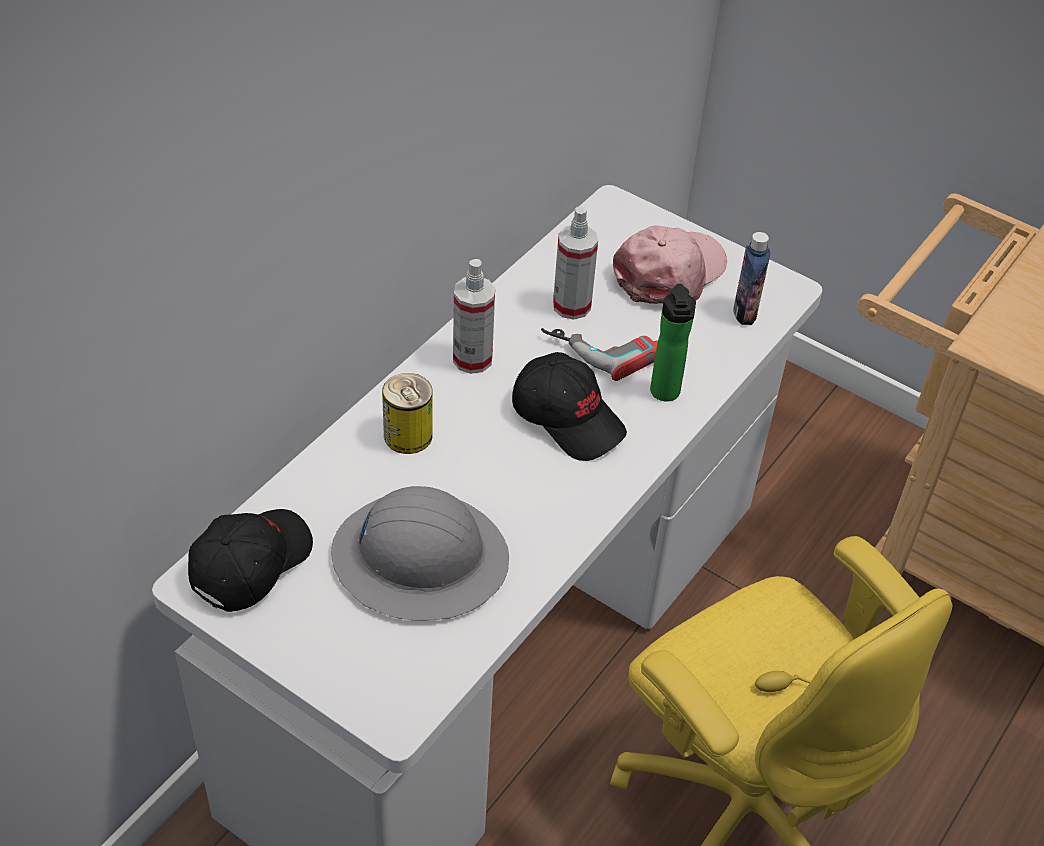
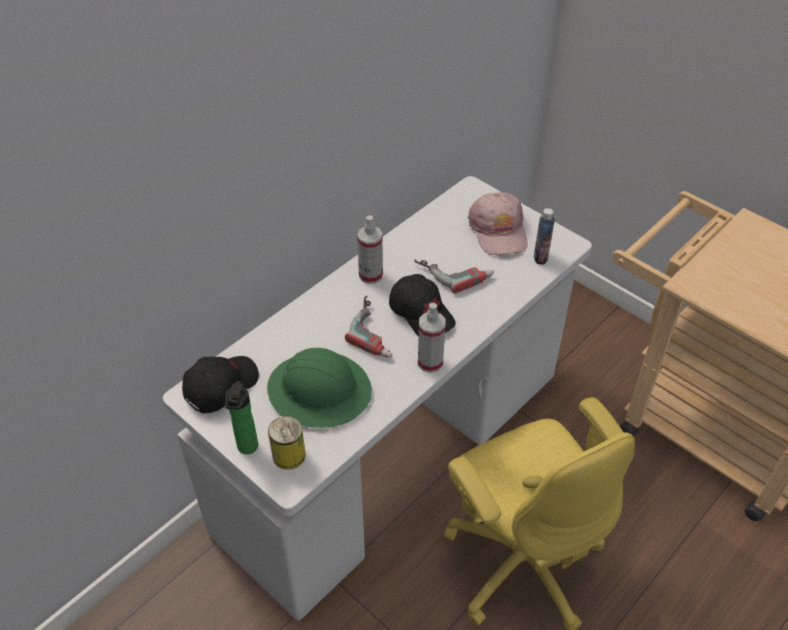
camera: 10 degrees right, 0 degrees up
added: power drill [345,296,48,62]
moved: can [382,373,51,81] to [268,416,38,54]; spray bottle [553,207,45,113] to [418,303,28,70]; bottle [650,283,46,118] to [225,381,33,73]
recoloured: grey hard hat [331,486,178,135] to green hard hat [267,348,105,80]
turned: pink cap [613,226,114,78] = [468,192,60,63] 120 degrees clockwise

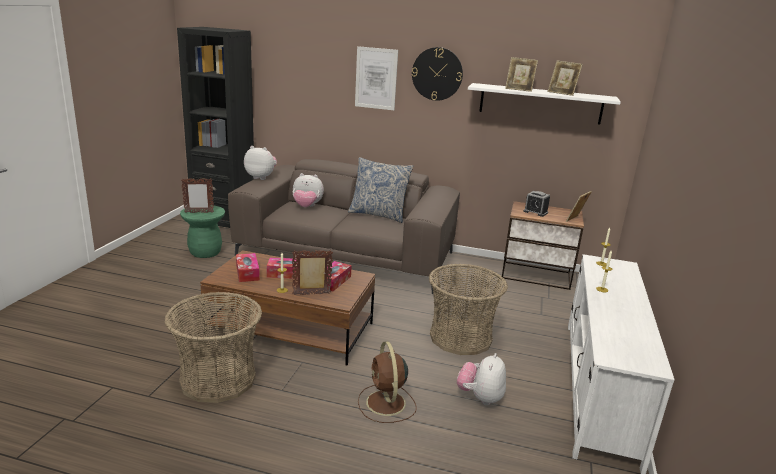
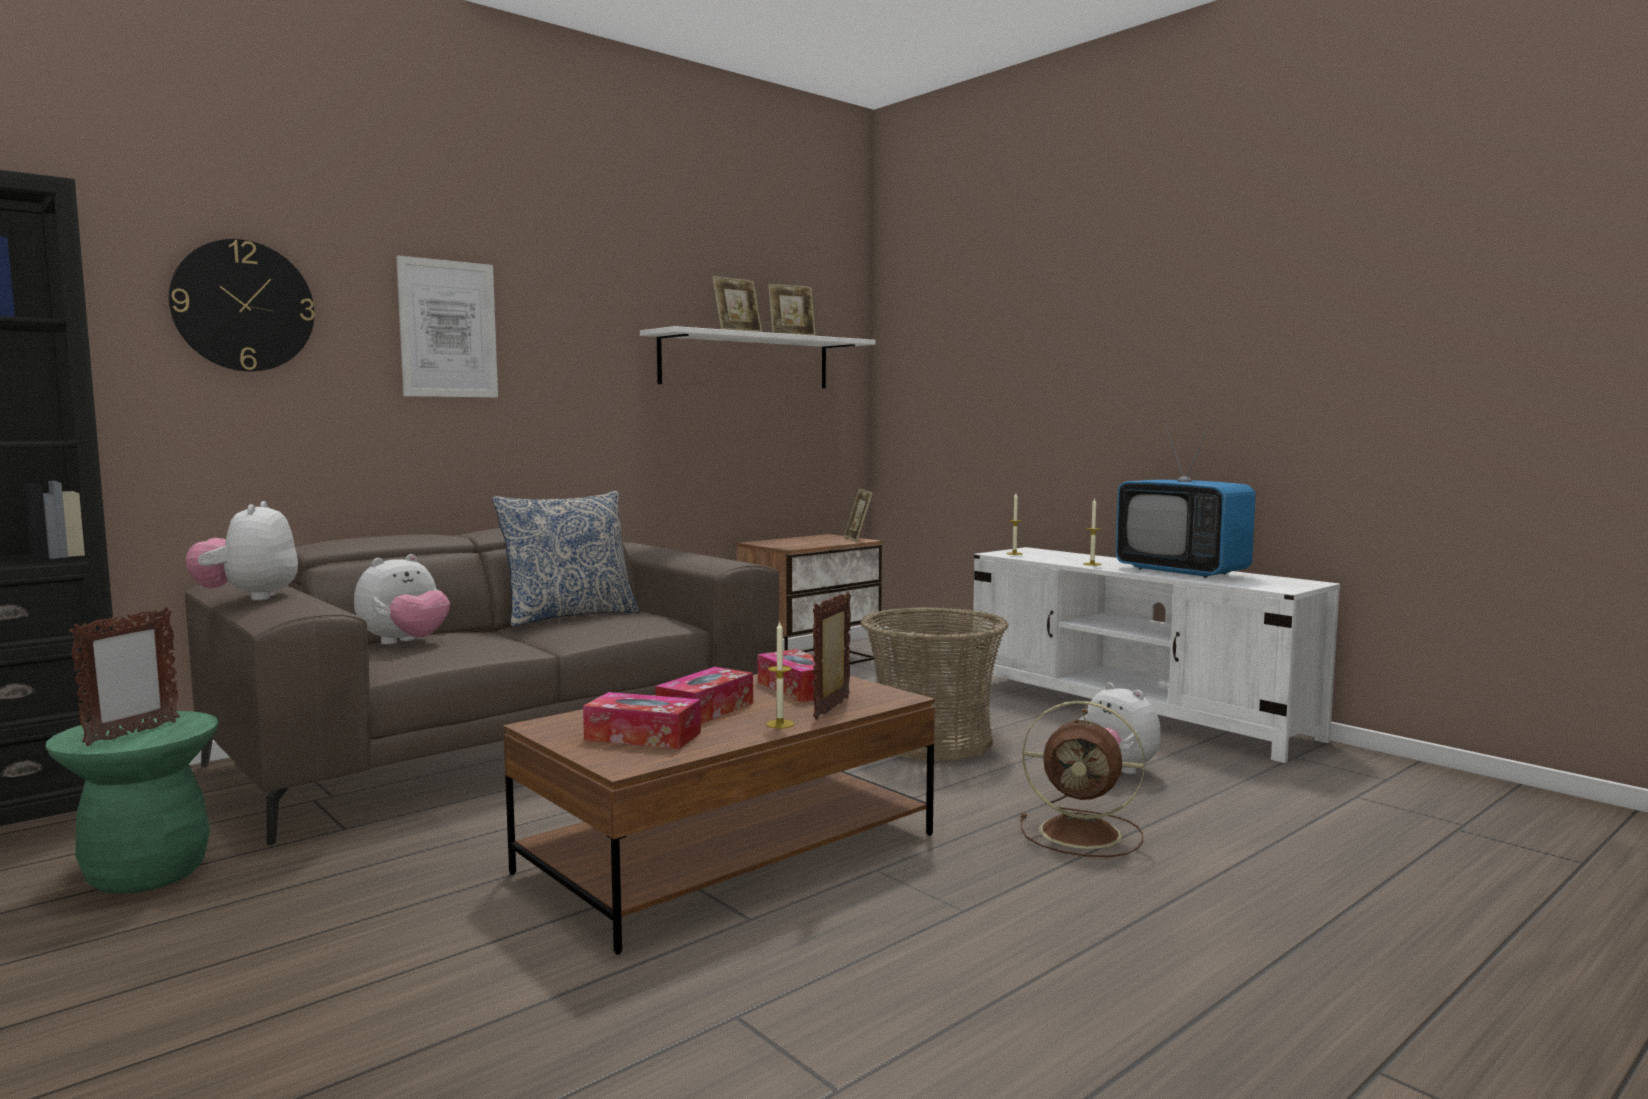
camera: 55 degrees left, 15 degrees down
removed: basket [165,292,97,111]; alarm clock [523,191,27,26]
added: television [1116,421,140,157]
moved: wall clock [412,47,51,54] to [169,239,146,133]
turned: plush toy [244,146,33,34] = [186,501,112,100] 60 degrees counterclockwise

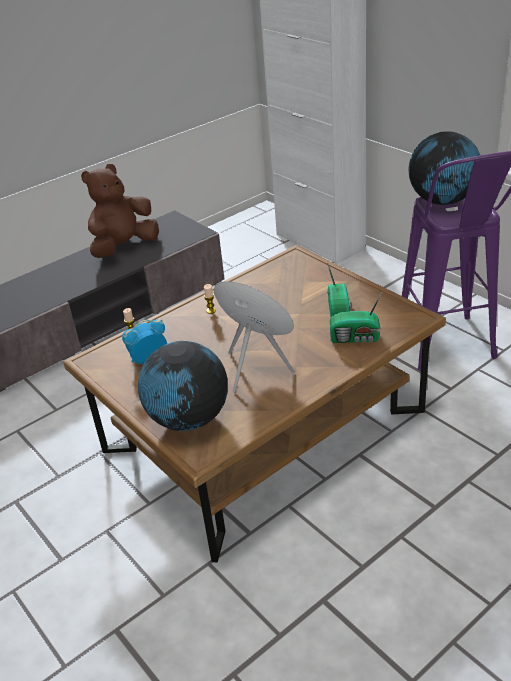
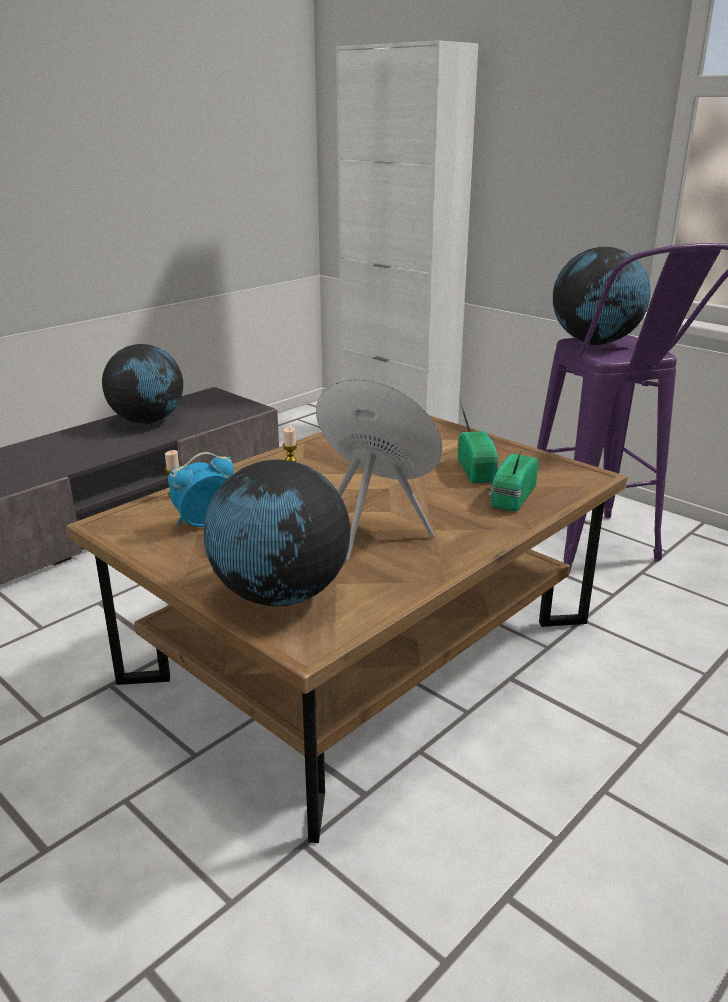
camera: 10 degrees left, 10 degrees down
replaced: brown plush toy [81,164,78,94] to globe [102,344,81,80]
turned: radio [330,292,52,51] = [488,450,50,62] 120 degrees clockwise

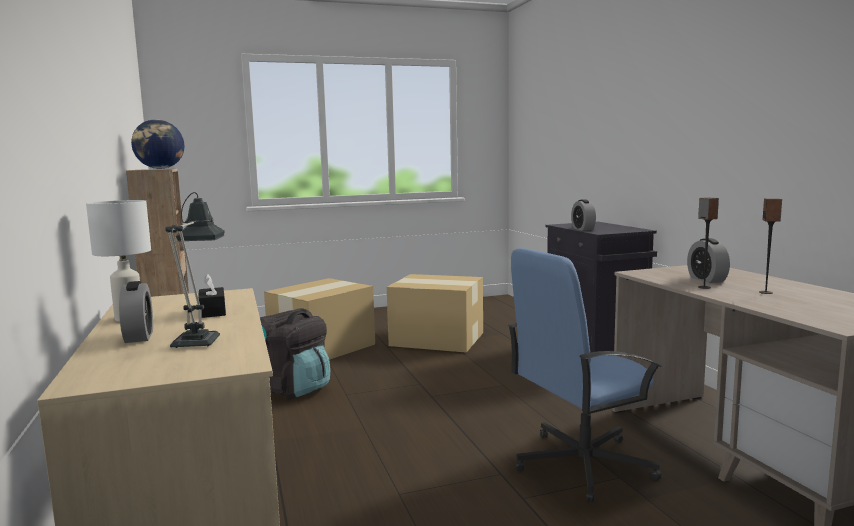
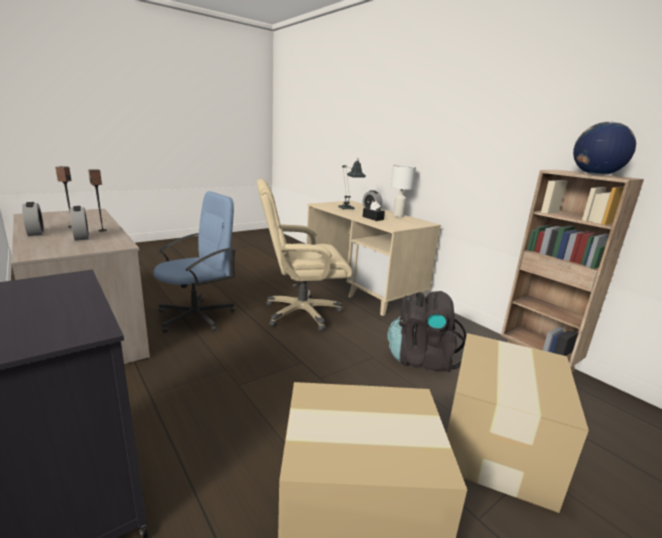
camera: 160 degrees right, 10 degrees up
added: beige office chair [257,179,95,152]
moved: alarm clock [571,199,25,32] to [22,202,22,34]

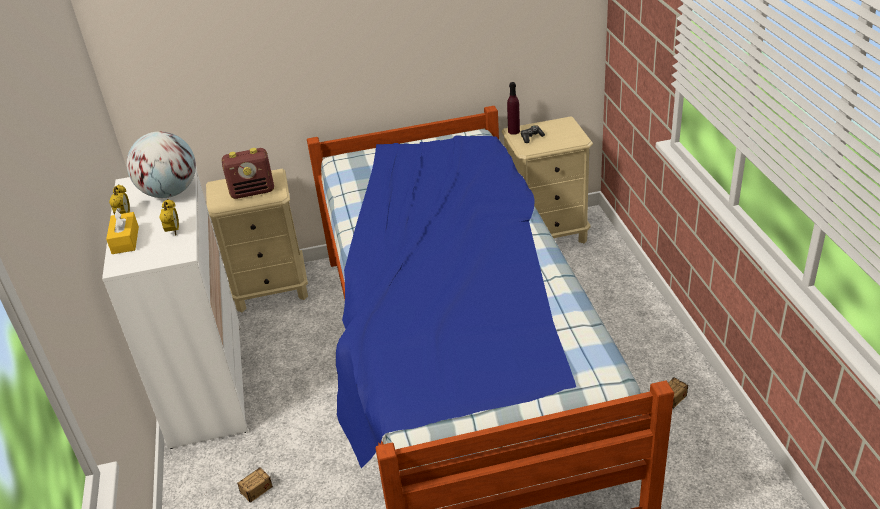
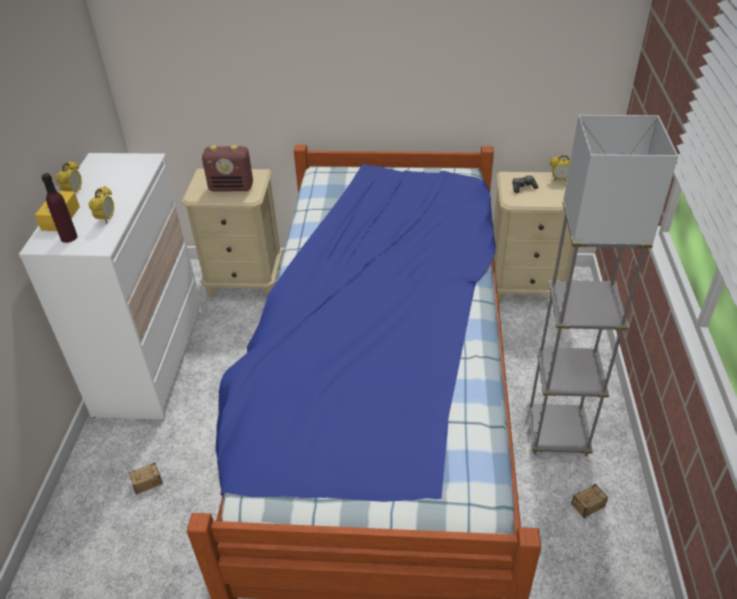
camera: 15 degrees right, 5 degrees up
removed: globe [127,131,69,67]
added: grey floor lamp [527,115,151,342]; alarm clock [550,155,21,27]
moved: purple bottle [507,82,13,53] to [42,173,36,70]

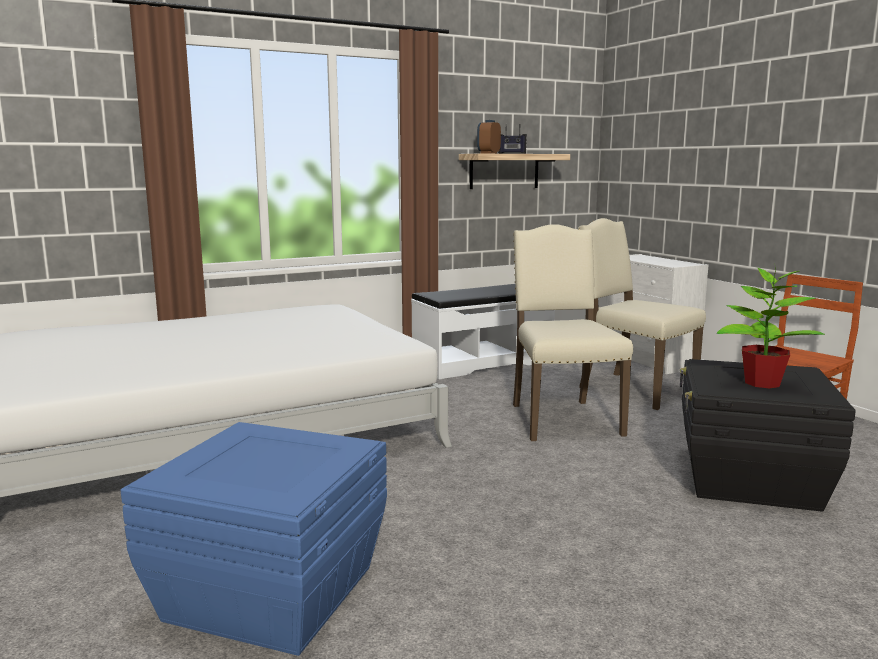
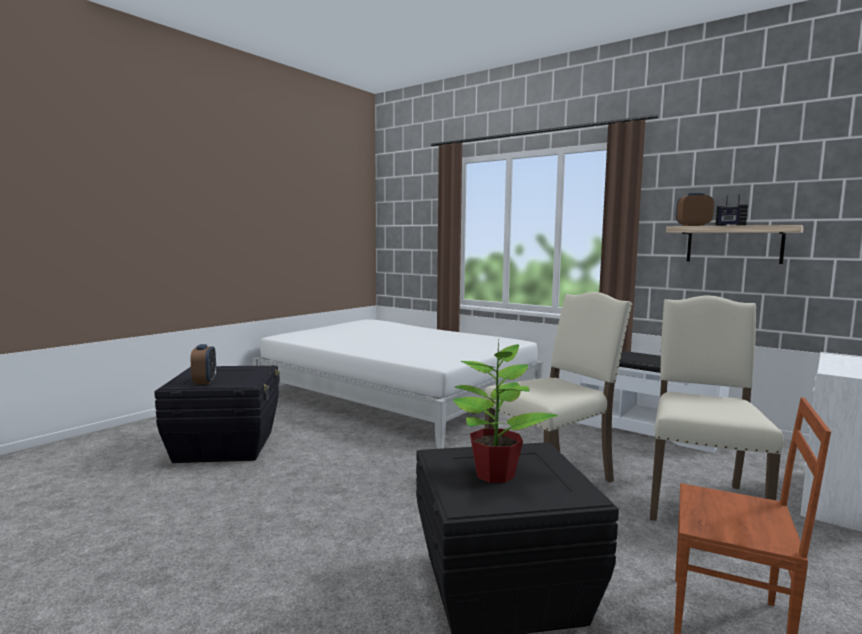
camera: 65 degrees right, 5 degrees down
added: alarm clock [191,344,25,41]
recoloured: blue storage box [121,422,266,234] to black storage box [154,365,126,98]

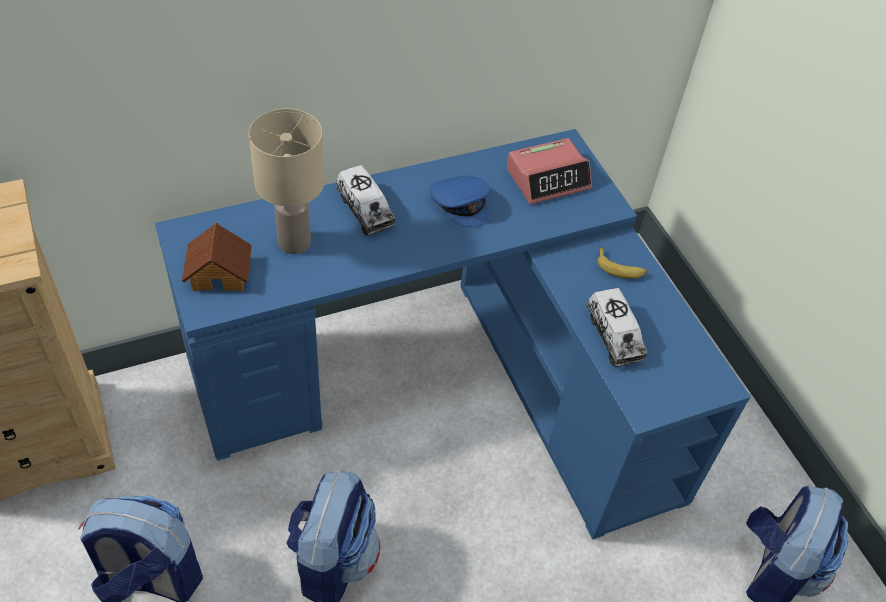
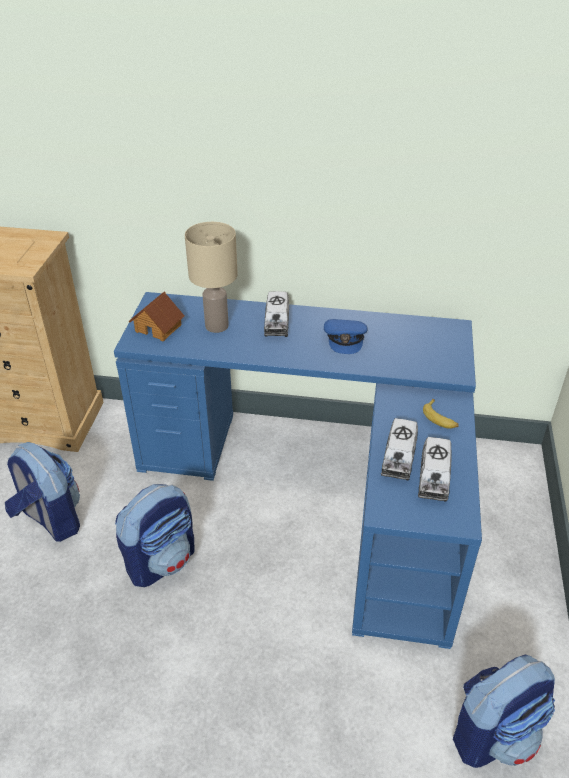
camera: 35 degrees right, 10 degrees down
removed: alarm clock [507,138,85,66]
added: toy truck [418,437,33,64]

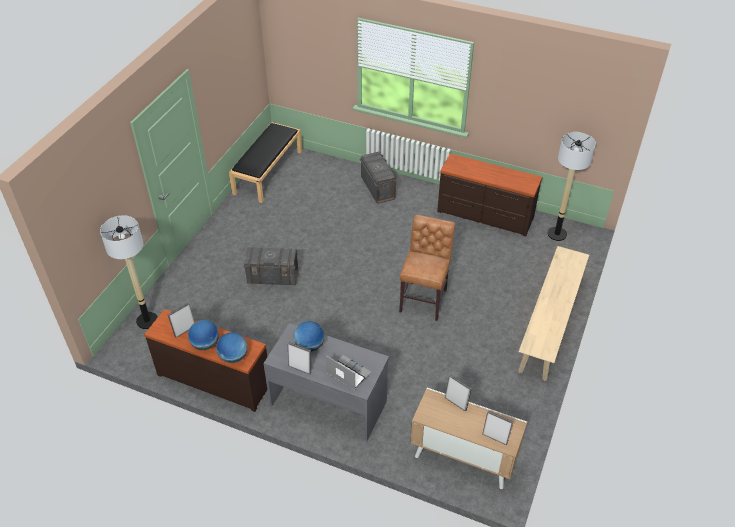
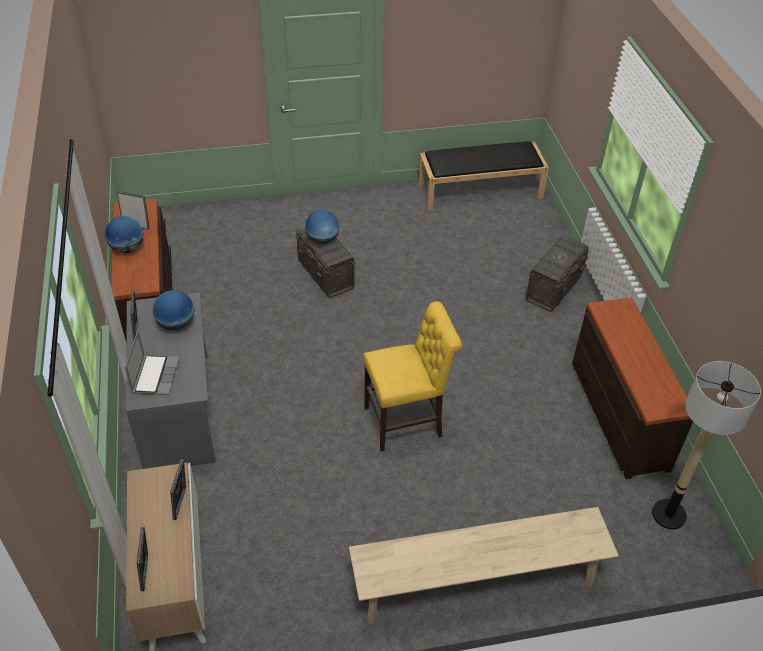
camera: 55 degrees right, 0 degrees up
removed: floor lamp [100,215,58,114]
moved: globe [216,333,31,30] to [305,210,34,35]
recoloured: brown chair [399,215,56,106] to yellow chair [363,301,99,151]

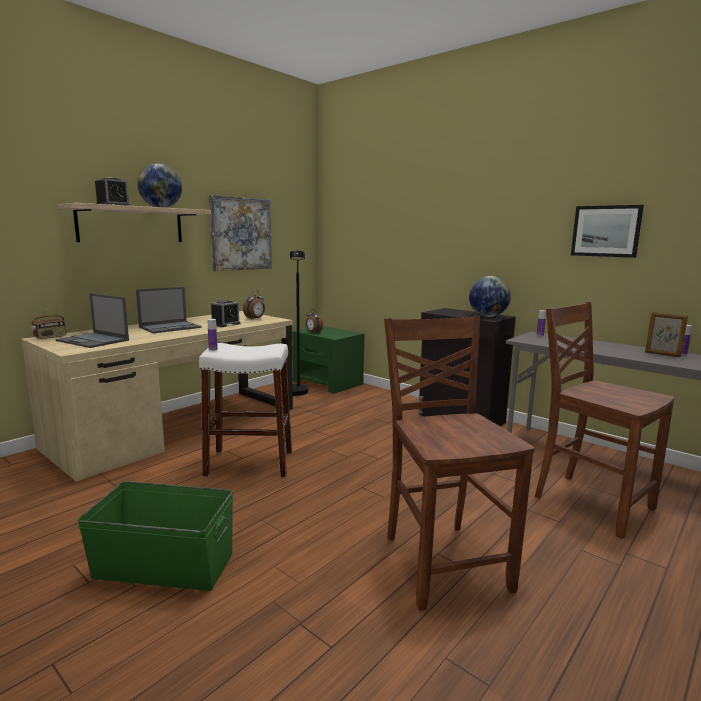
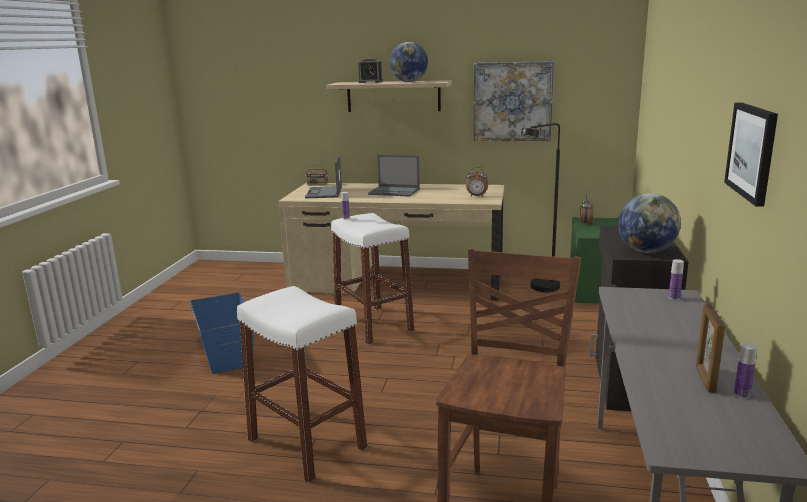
camera: 60 degrees right, 5 degrees up
removed: alarm clock [211,300,29,27]
replaced: brown chair [384,316,151,295] to white stool [237,286,130,197]
recoloured: green storage box [77,481,156,110] to blue storage box [190,292,64,82]

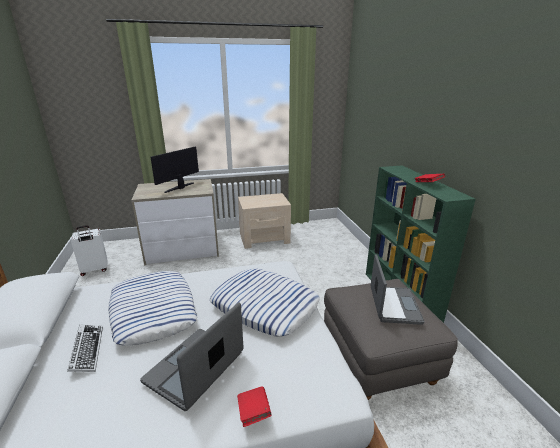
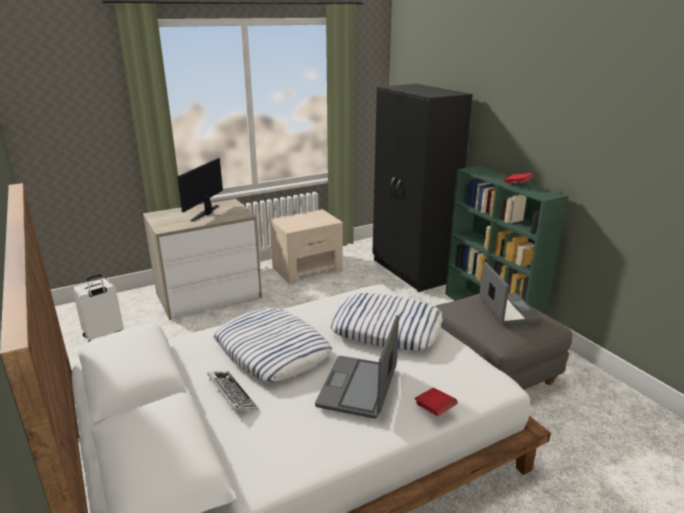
camera: 15 degrees left, 0 degrees up
added: black wardrobe [372,84,101,208]

